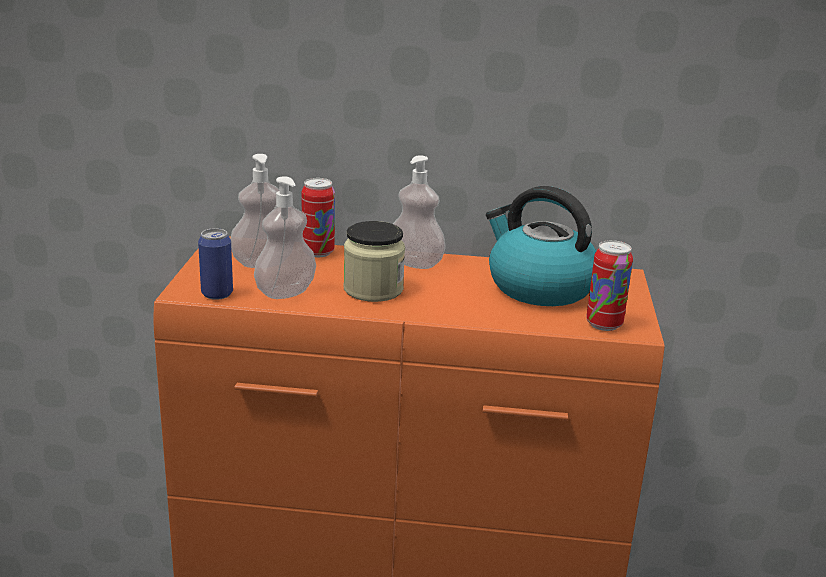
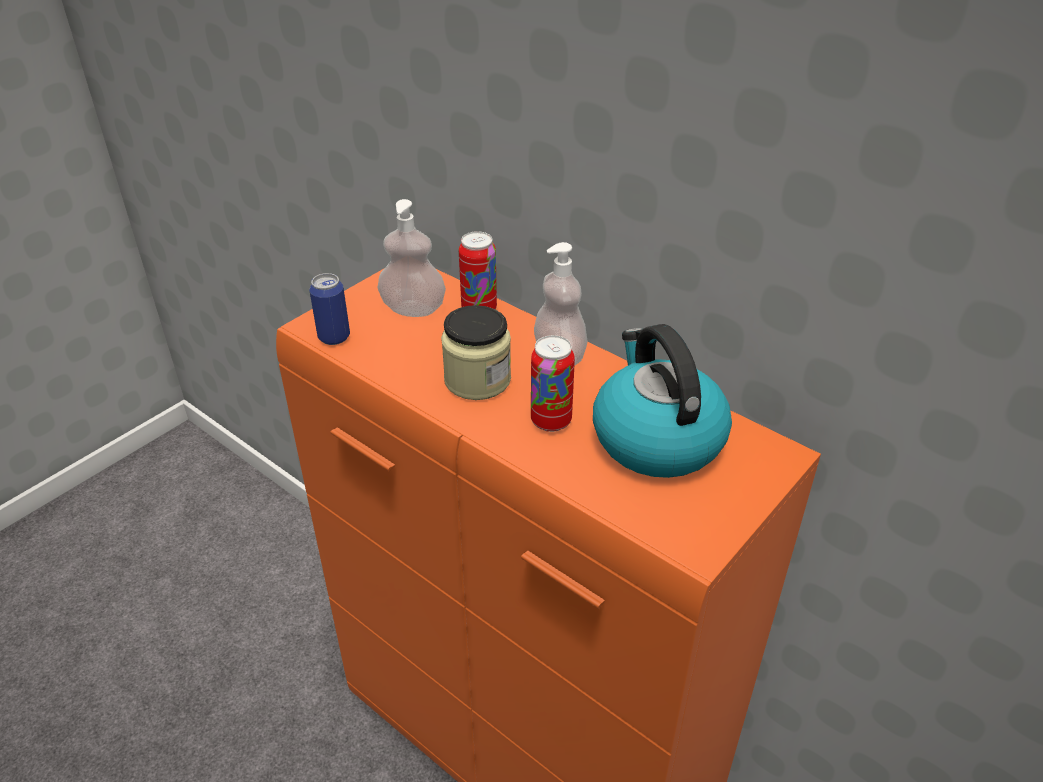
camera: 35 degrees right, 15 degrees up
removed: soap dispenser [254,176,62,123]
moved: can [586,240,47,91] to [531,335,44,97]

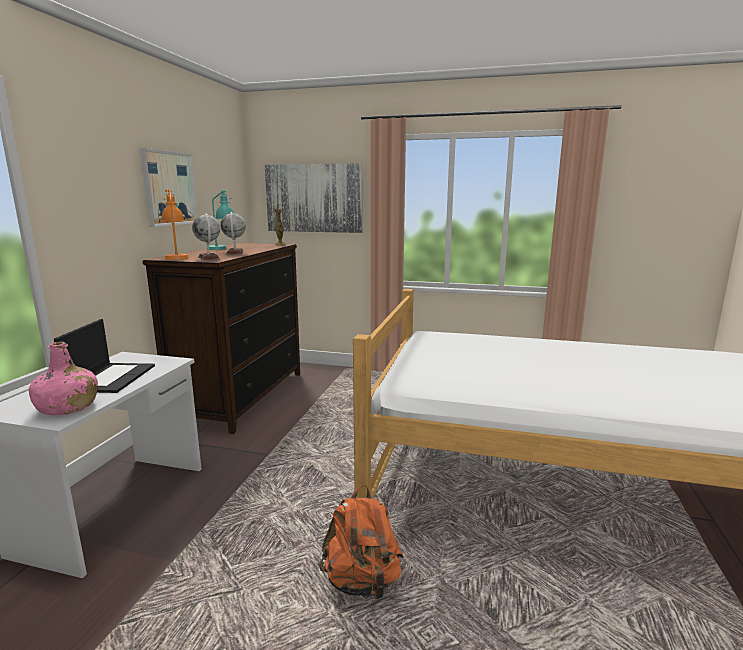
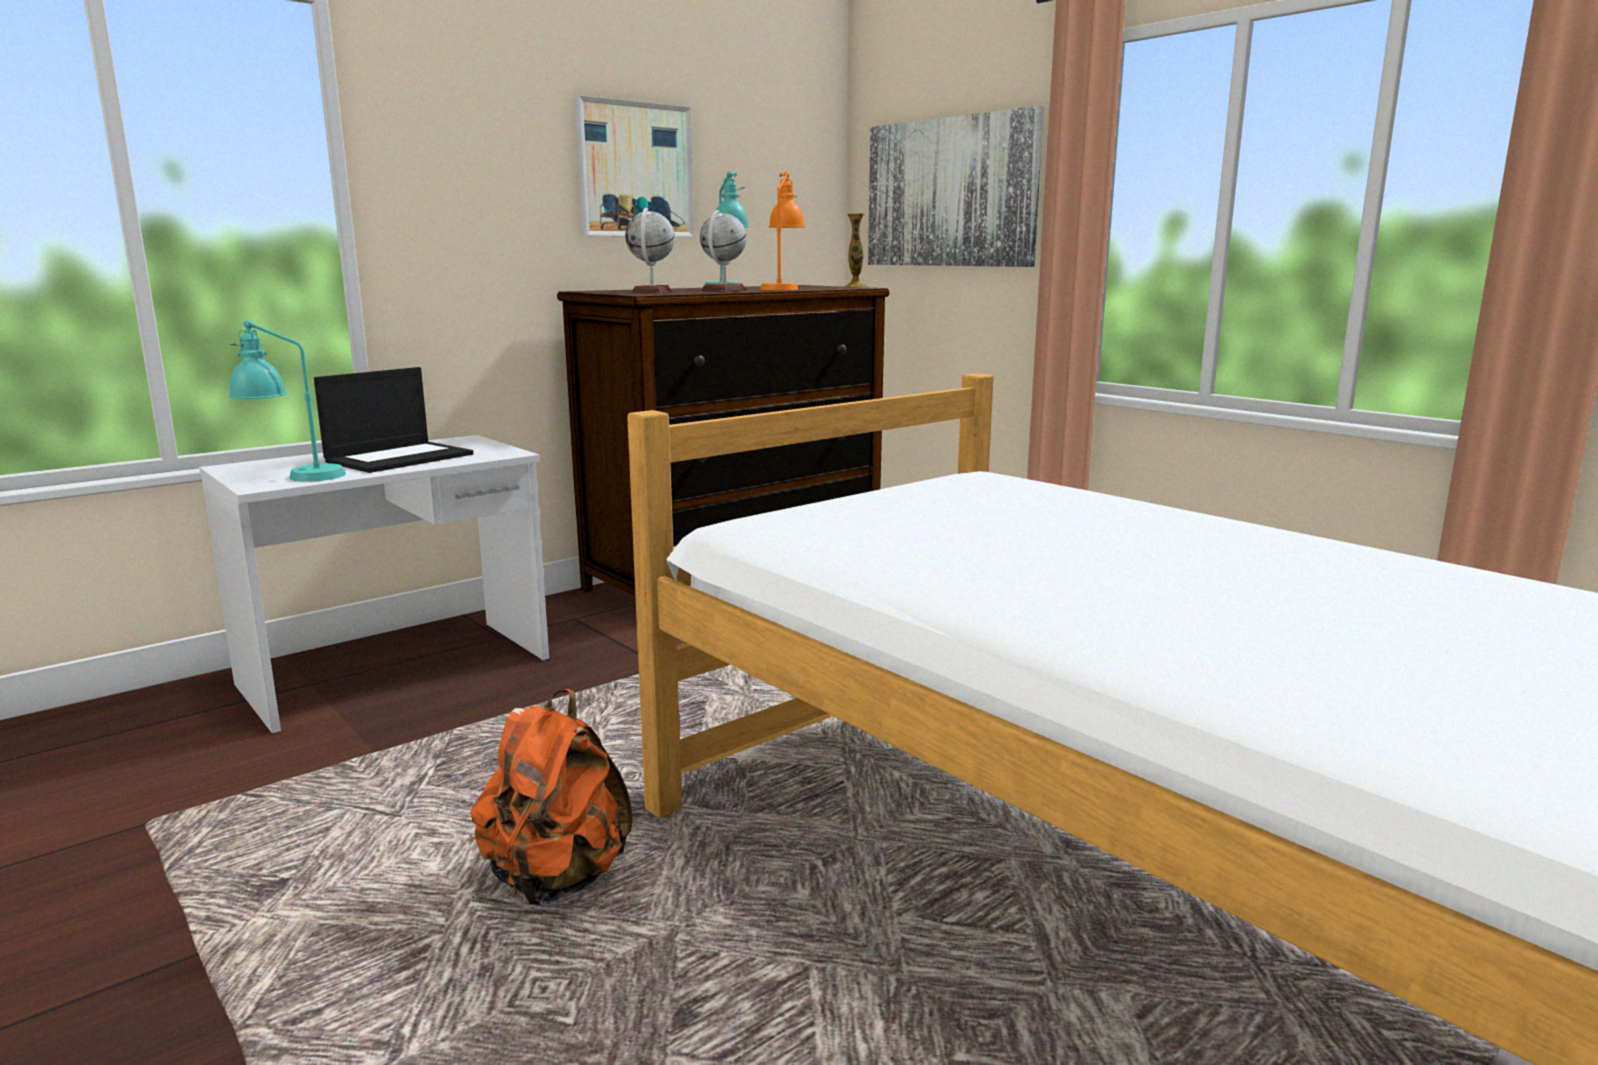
camera: 35 degrees right, 0 degrees up
moved: orange table lamp [162,189,27,71] to [760,172,45,118]
replaced: pink bottle [29,342,69,73] to turquoise table lamp [229,320,117,162]

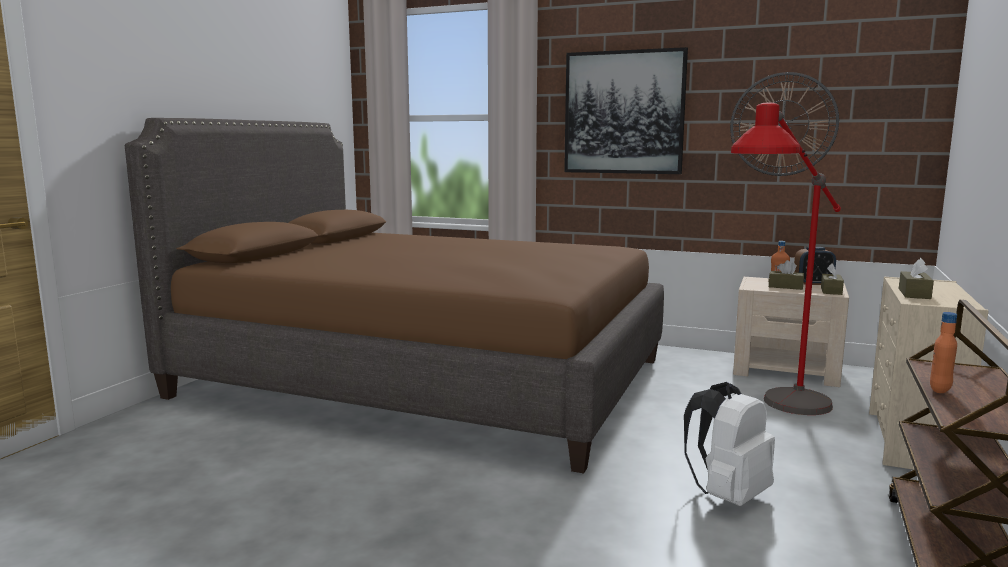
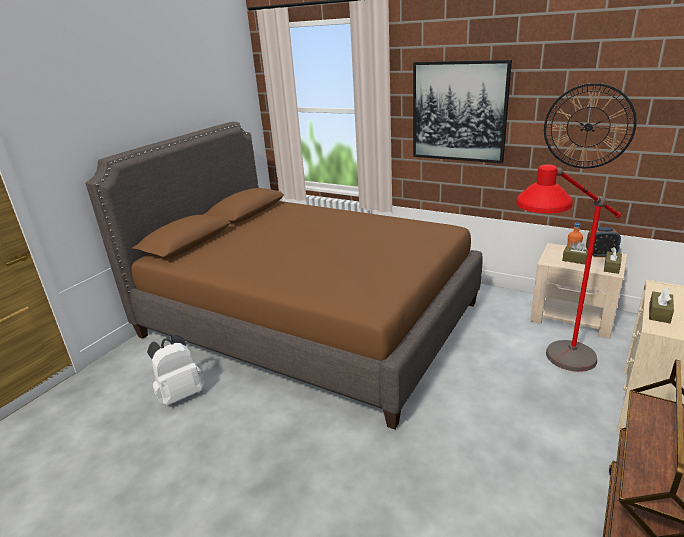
camera: 10 degrees right, 15 degrees up
removed: orange bottle [930,312,27,81]
moved: white backpack [684,382,91,124] to [147,335,58,71]

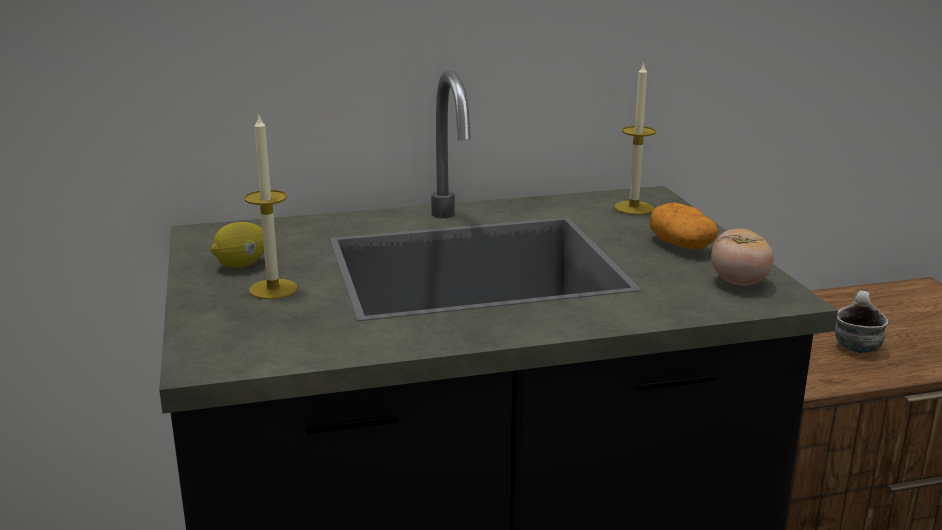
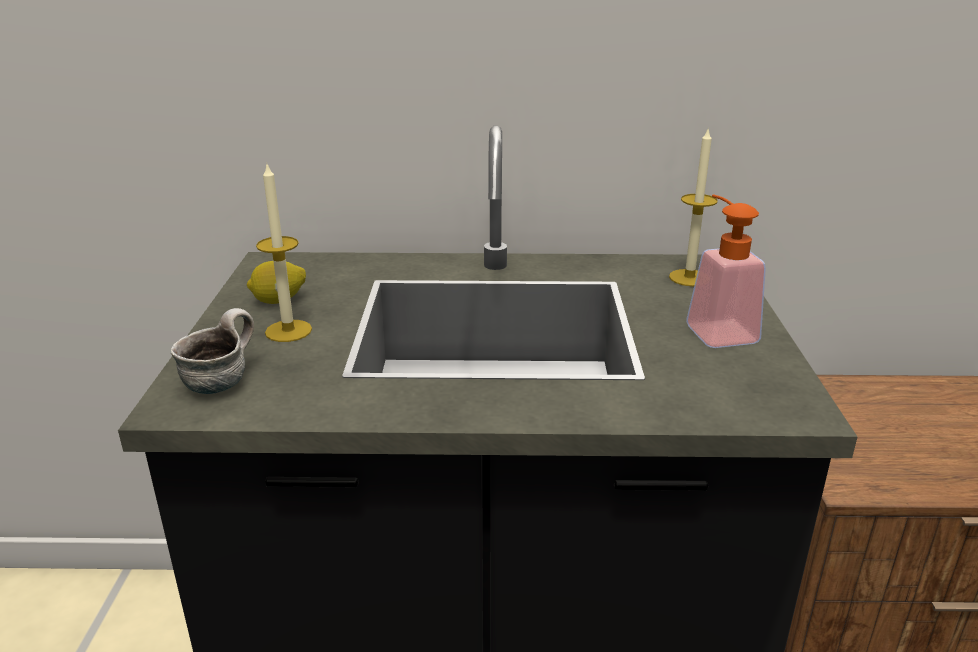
camera: 15 degrees right, 5 degrees up
removed: tomato [711,229,63,57]
moved: mug [835,291,53,62] to [171,308,83,86]
replaced: potato [650,202,68,47] to soap dispenser [686,194,80,154]

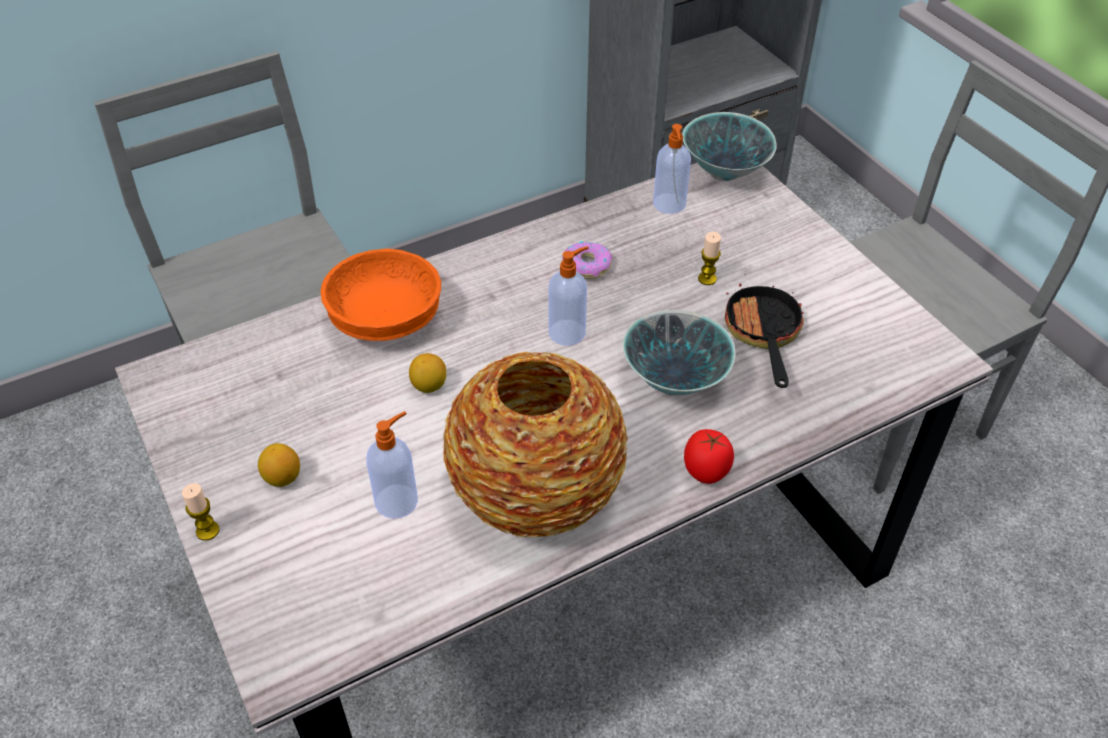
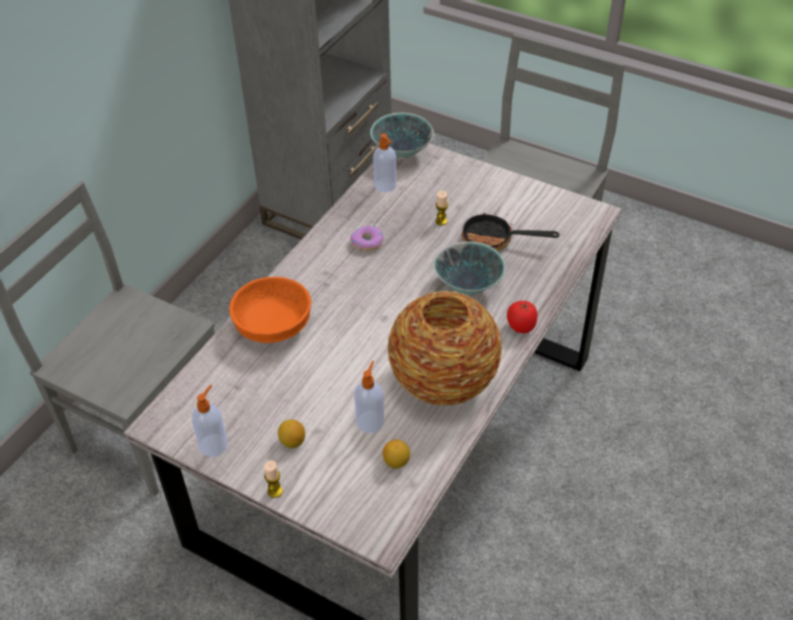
camera: 30 degrees left, 0 degrees up
moved: lemon [409,353,37,40] to [383,440,27,29]; soap dispenser [548,246,41,100] to [192,385,35,72]
turned: frying pan [725,274,79,114] = [462,213,97,38] 45 degrees counterclockwise

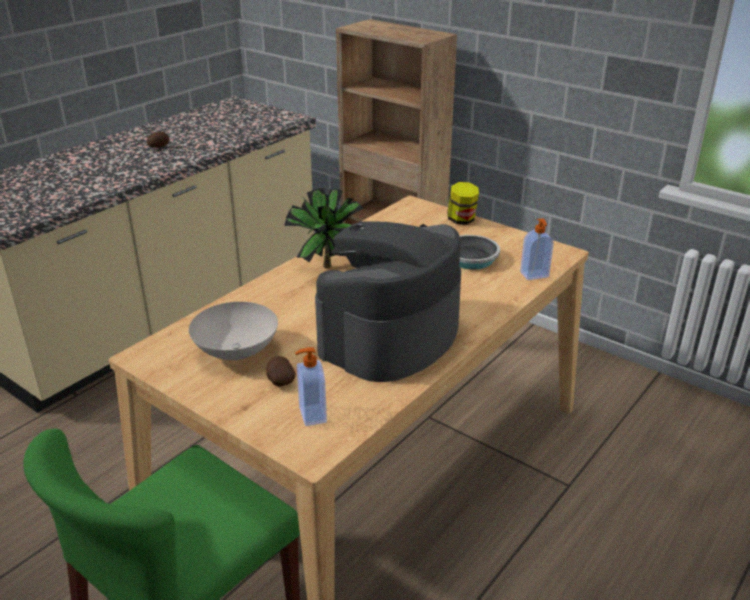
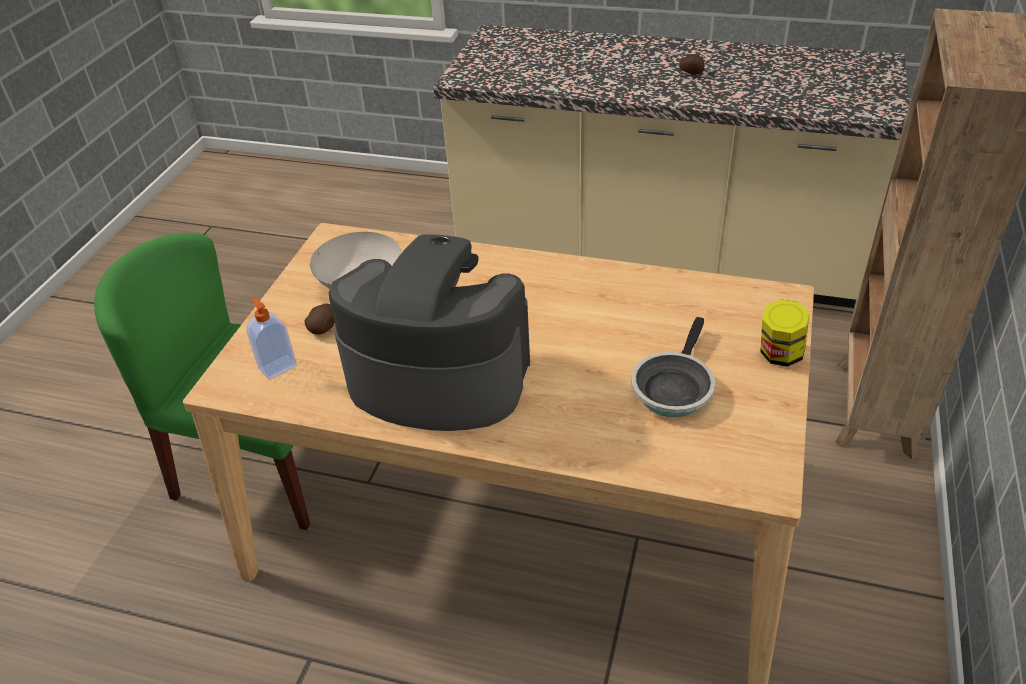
camera: 70 degrees right, 10 degrees up
removed: potted plant [284,188,80,81]; soap dispenser [520,218,34,62]

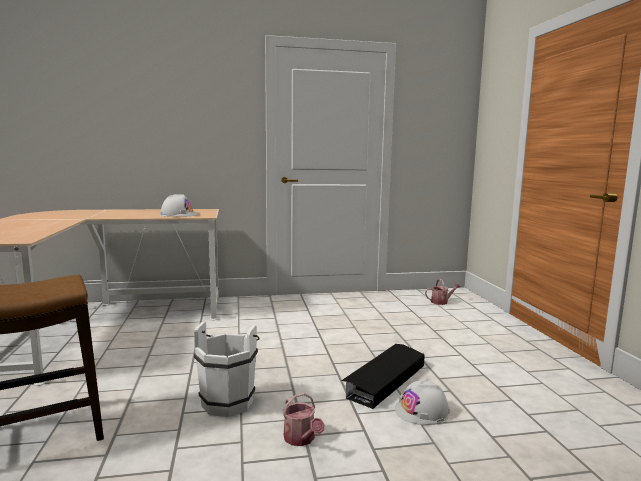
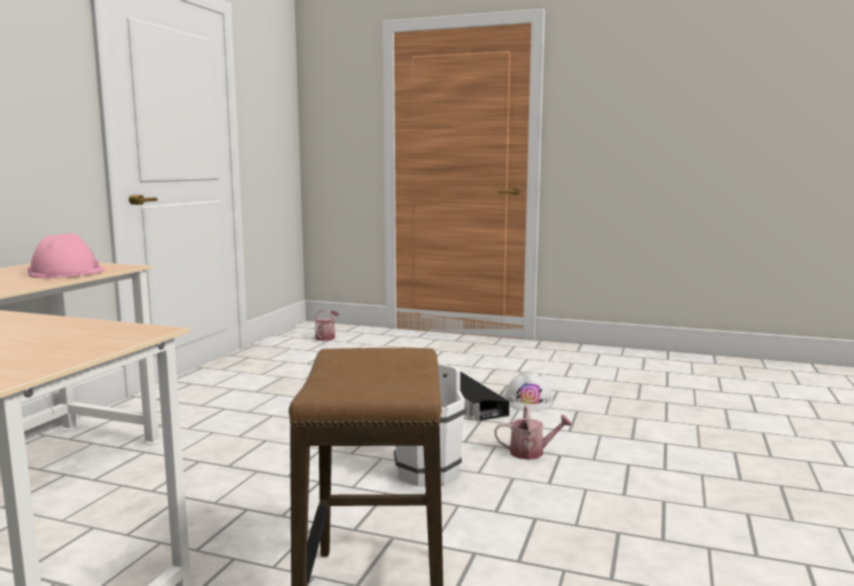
camera: 60 degrees left, 0 degrees up
recoloured: white hard hat [160,194,38,23] to pink hard hat [28,233,77,45]

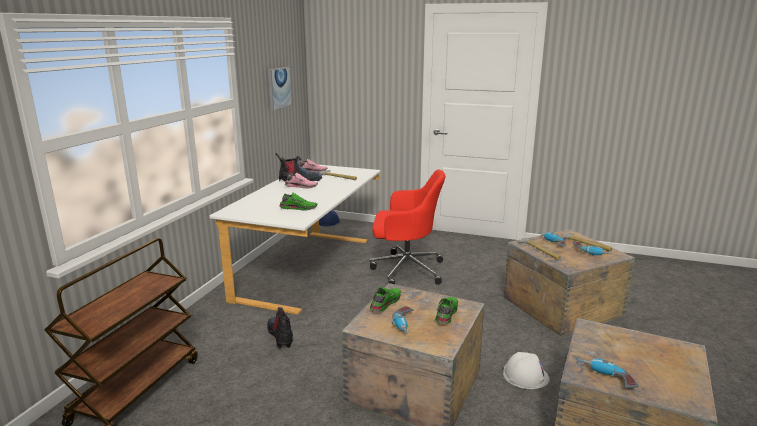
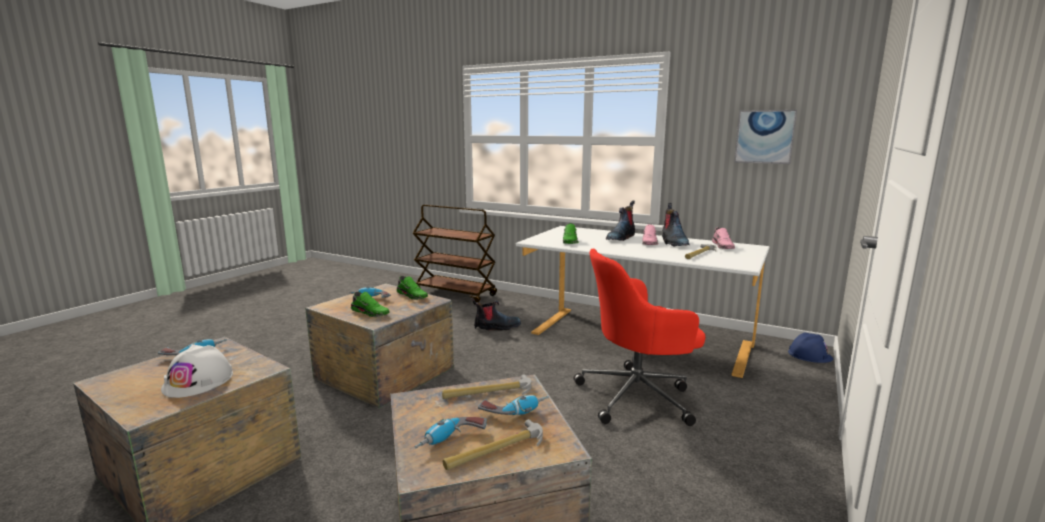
camera: 100 degrees right, 5 degrees down
added: boot [606,201,29,40]
moved: white hard hat [503,352,47,37] to [161,344,72,54]
turned: red office chair [370,170,75,115] = [574,249,132,177] 60 degrees clockwise

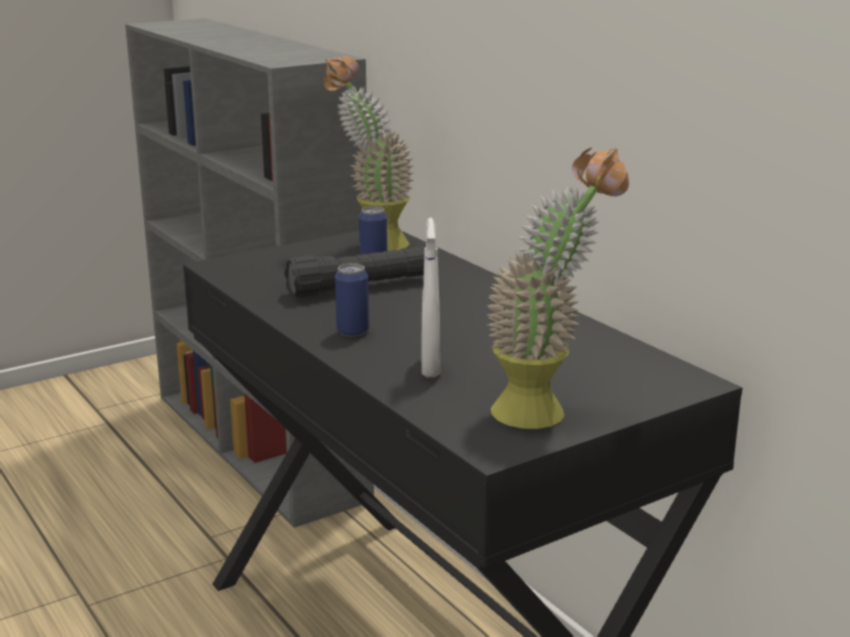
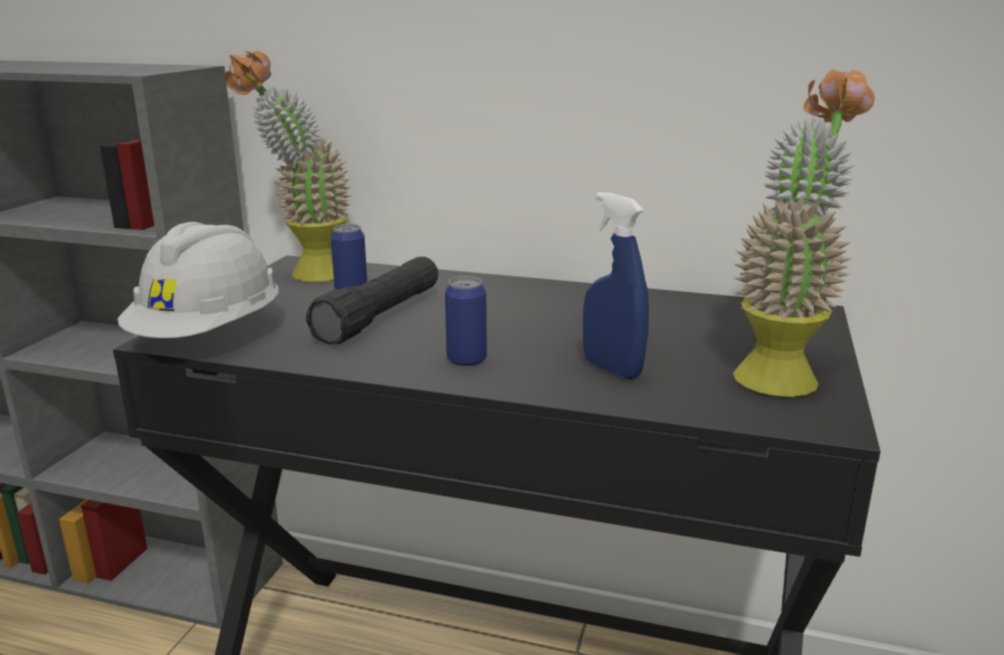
camera: 40 degrees left, 0 degrees up
added: white hard hat [118,222,161,116]
recoloured: white spray bottle [421,218,19,159] to blue spray bottle [583,192,66,187]

